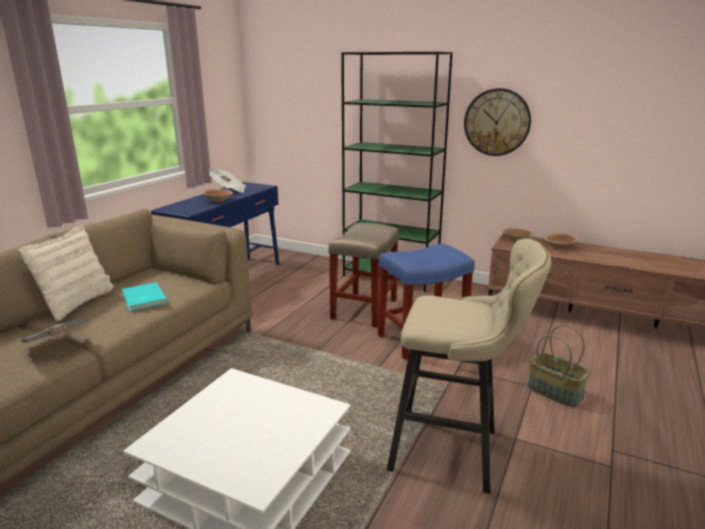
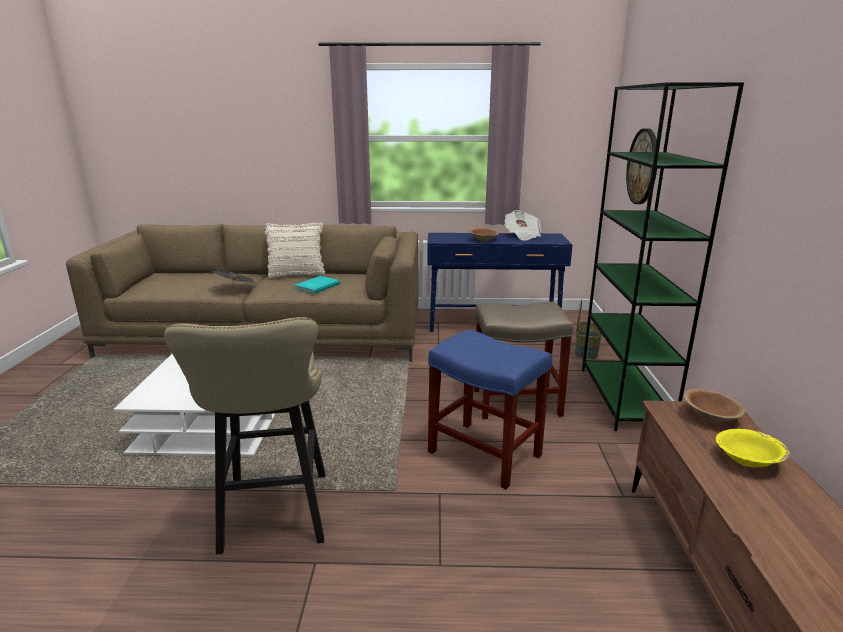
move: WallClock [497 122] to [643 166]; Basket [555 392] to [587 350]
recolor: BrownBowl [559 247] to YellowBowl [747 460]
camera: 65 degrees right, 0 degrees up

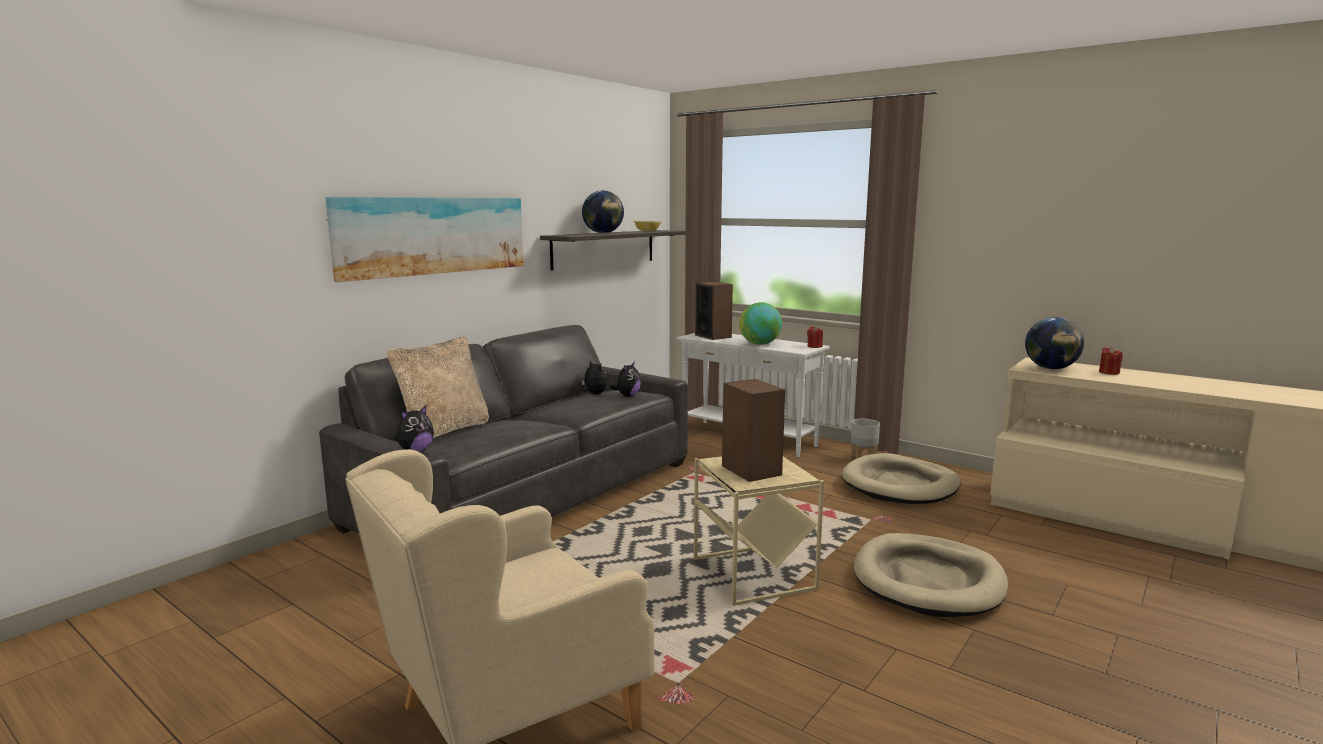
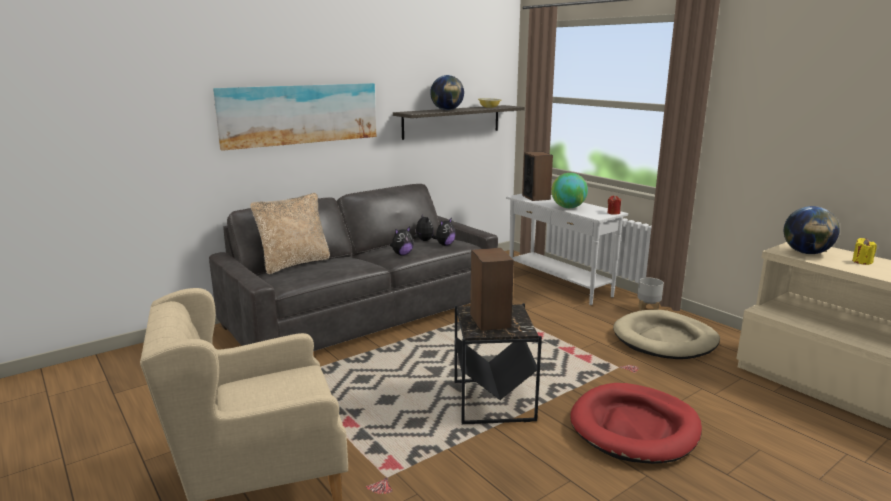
move: PlushToy [415 451] to [402 254]
recolor: BeigeSideTable [753 575] to BlackSideTable [492 401]; BeigeDogBed [928 580] to RedDogBed [634 427]; RedCandle [1109 372] to YellowCandle [862 262]
camera: 15 degrees right, 5 degrees up

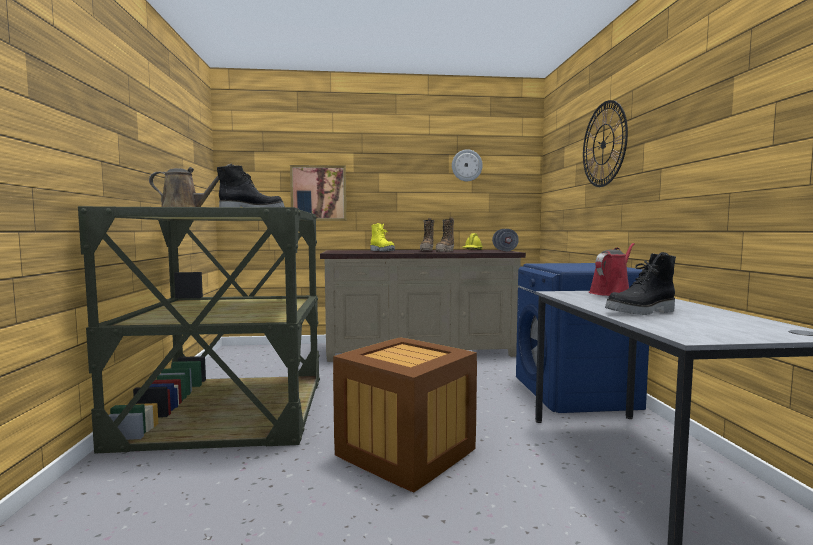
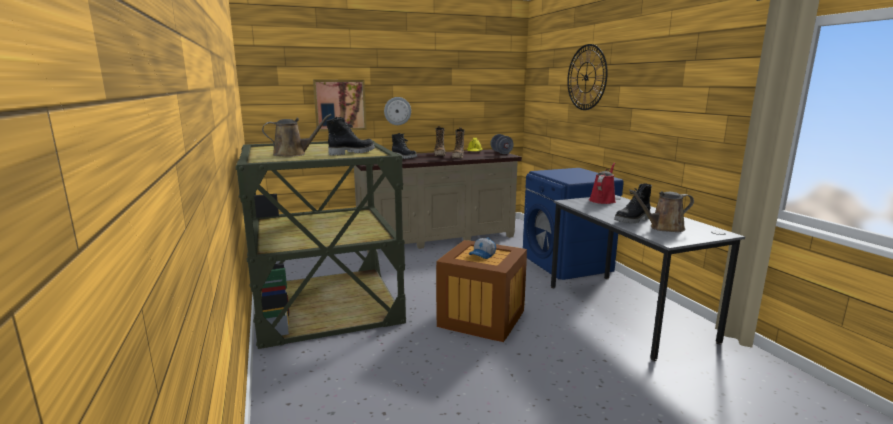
insert: Cap [483 255]; BrownWateringCan [663 228]
move: WallClock [466 165] to [397 111]
recolor: YellowBoot [383 251] to BlackBoot [404 157]
camera: 15 degrees left, 10 degrees up

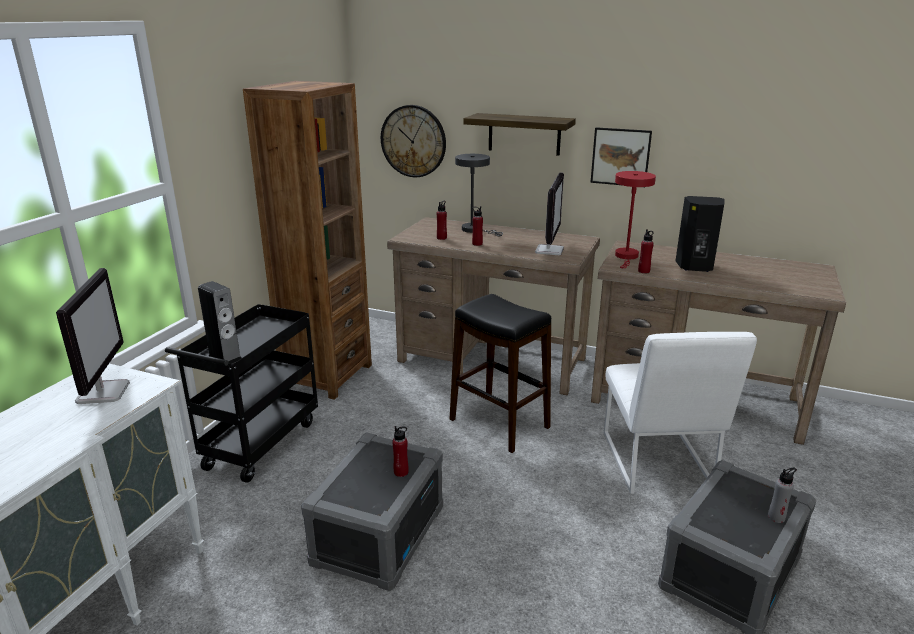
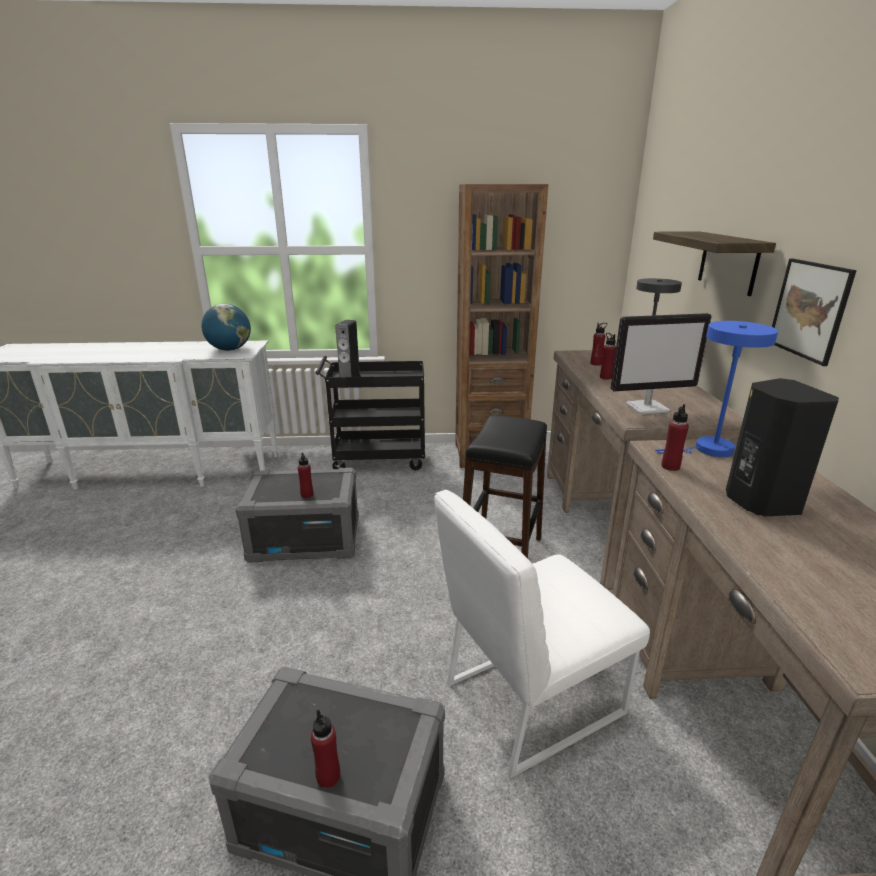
delete: WallClock [413 141]
replace: Monitor [103 392] to Globe [229 349]
recolor: RedTableLamp [626 257] to BlueTableLamp [708 450]; GreyBottle [776 517] to RedBottle [328 776]
camera: 65 degrees right, 0 degrees up

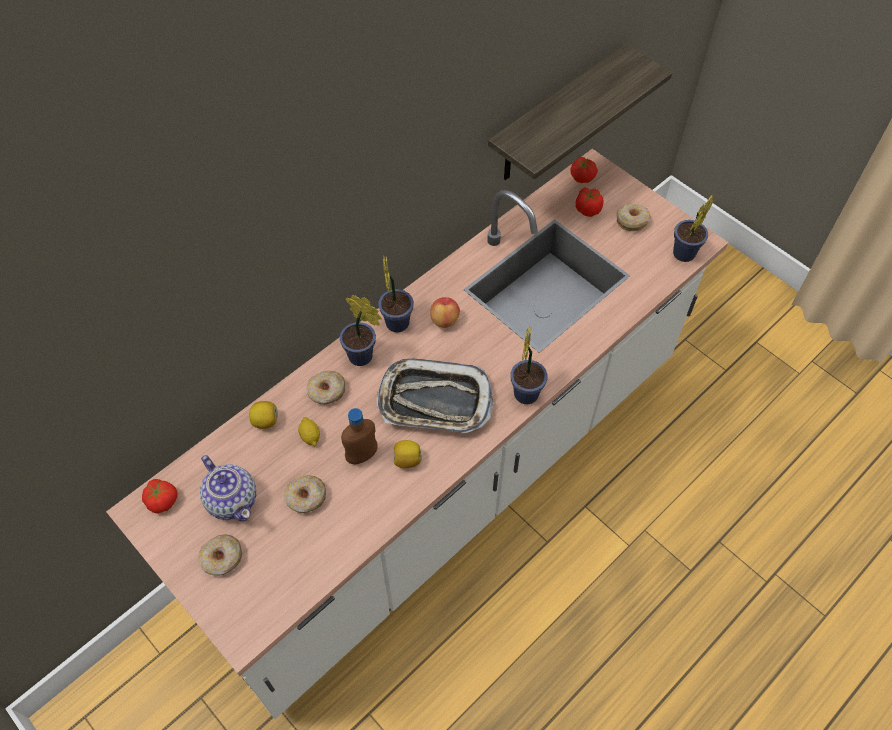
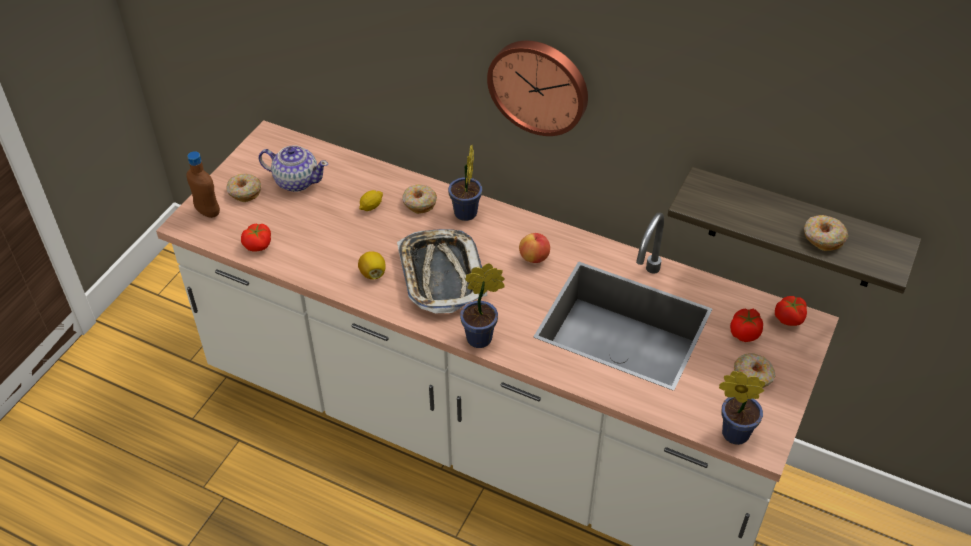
delete: Lemon [265 421]; PottedPlant [397 320]
insert: WallClock [539 85]
move: Tomato [162 500] to [258 245]; Donut [306 498] to [823 238]; BrownBottle [362 455] to [208 212]
rotate: Teapot [232 499] = [296 181] 105 degrees counterclockwise
camera: 70 degrees right, 10 degrees down

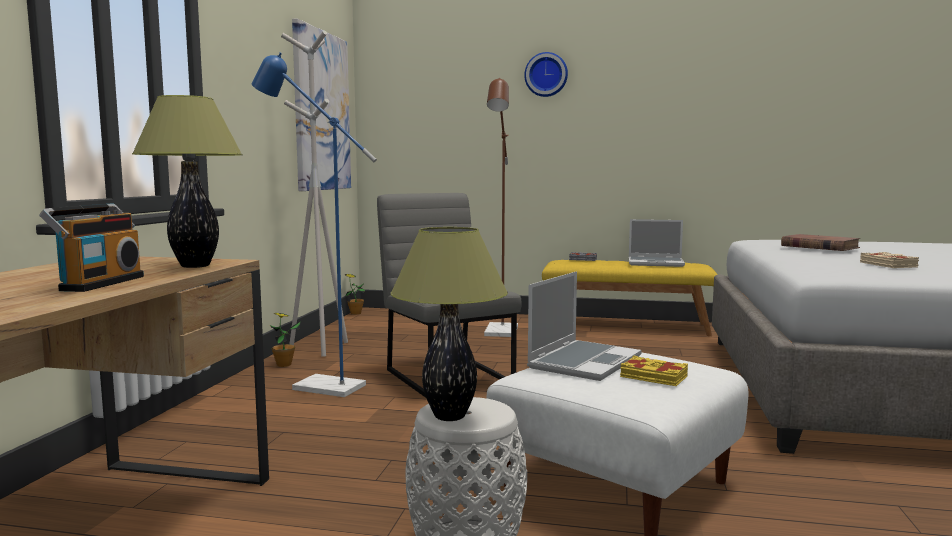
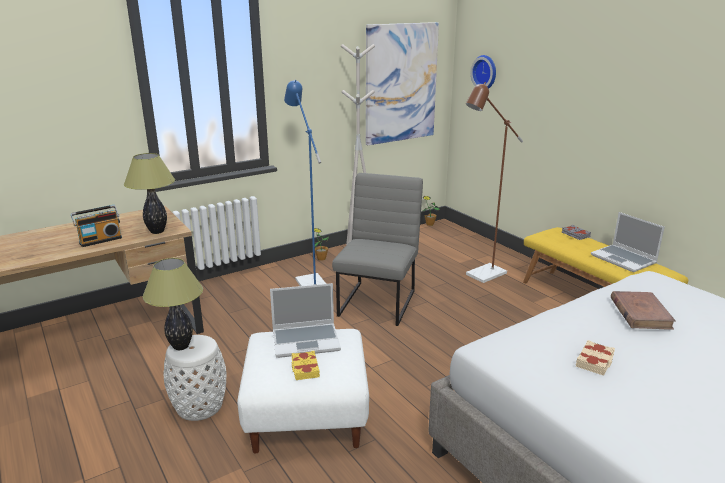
move: WallClock [546 75] to [485 72]
camera: 45 degrees right, 15 degrees up

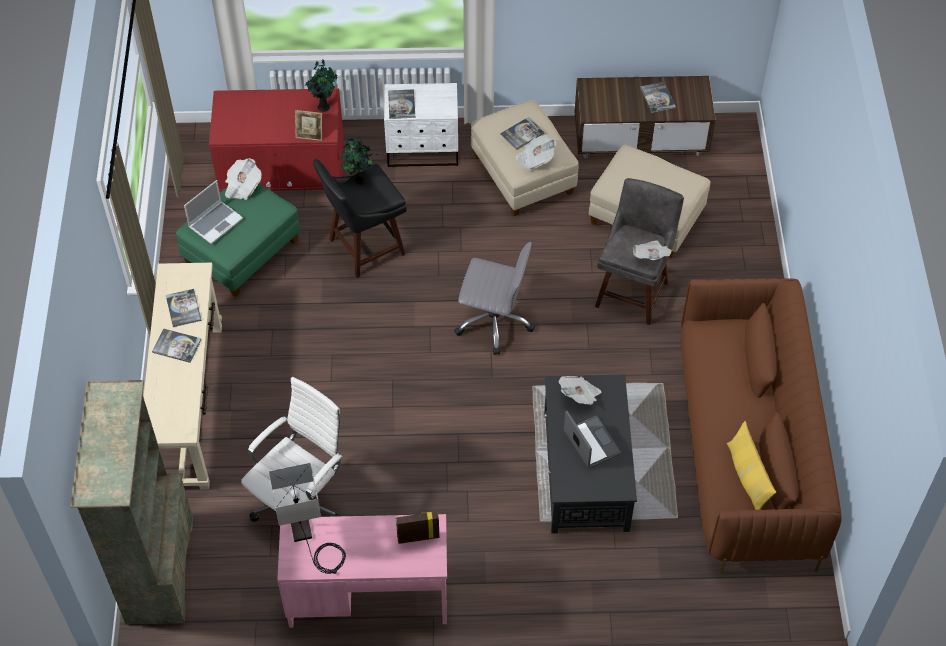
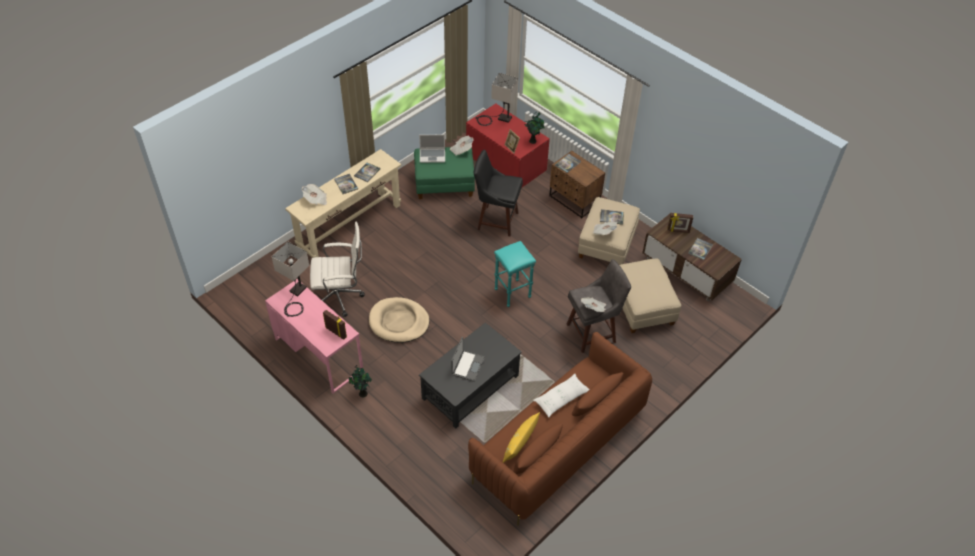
delete: GreenBookcase [159 569]
insert: BeigeDogBed [399 322]; TableLamp [496 119]; WhitePillow [561 398]; PictureFrame [678 231]
move: PottedPlant [359 180] to [362 393]; Newspaper [579 396] to [316 200]
replace: GreyOfficeChair [494 321] to TurquoiseStool [512 293]
recolor: WhiteNightstand [423 150] to BrownNightstand [574 200]
camera: 45 degrees right, 5 degrees down

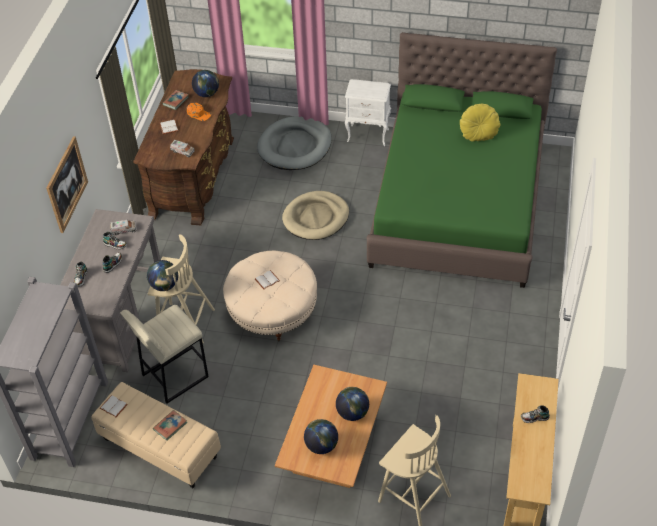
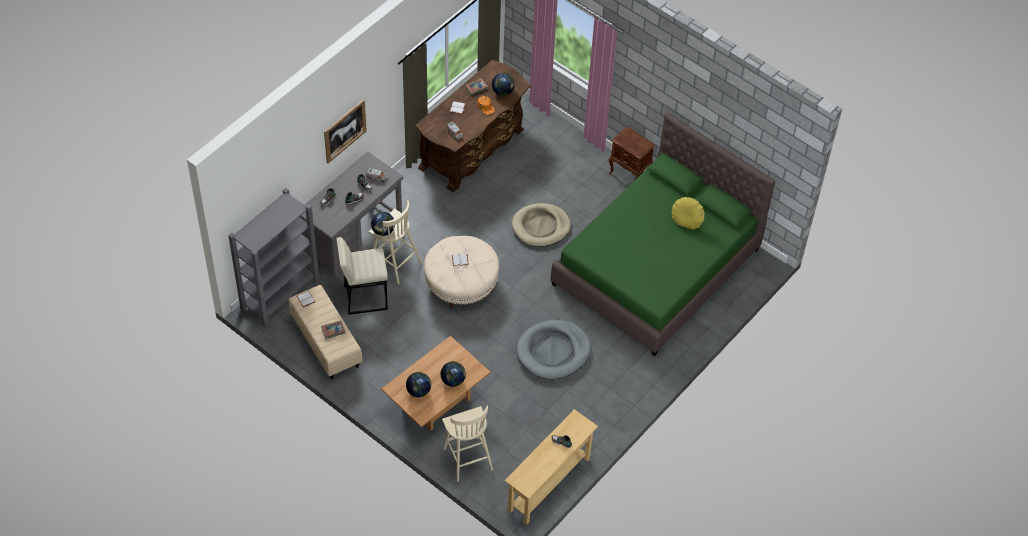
move: GreyDogBed [295 146] to [553 351]
recolor: WhiteNightstand [368 135] to BrownNightstand [629 176]
camera: 25 degrees right, 5 degrees up

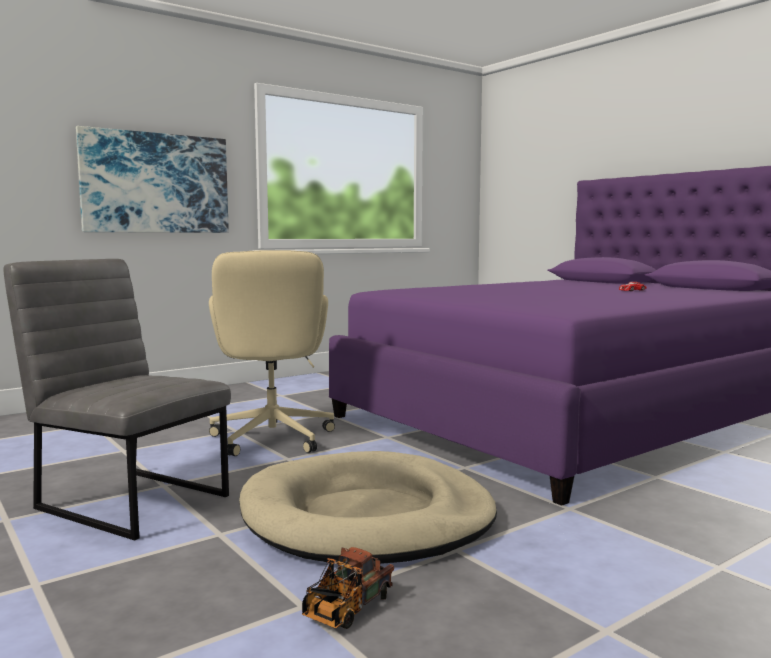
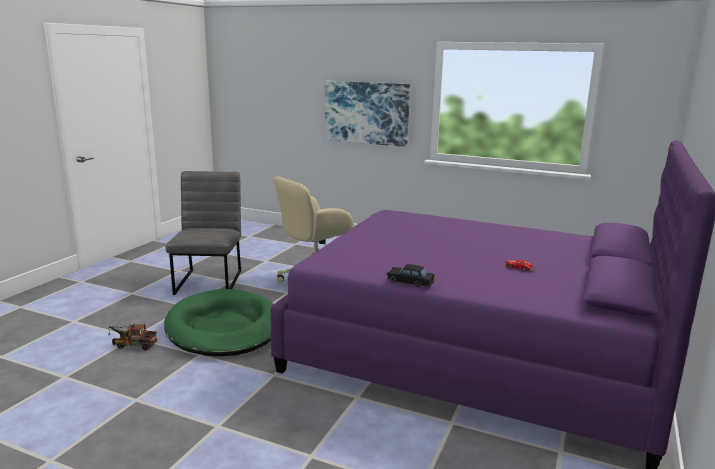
insert: BlackToyCar [410 282]
recolor: BeigeDogBed [367 517] to GreenDogBed [224 328]
camera: 60 degrees right, 10 degrees up

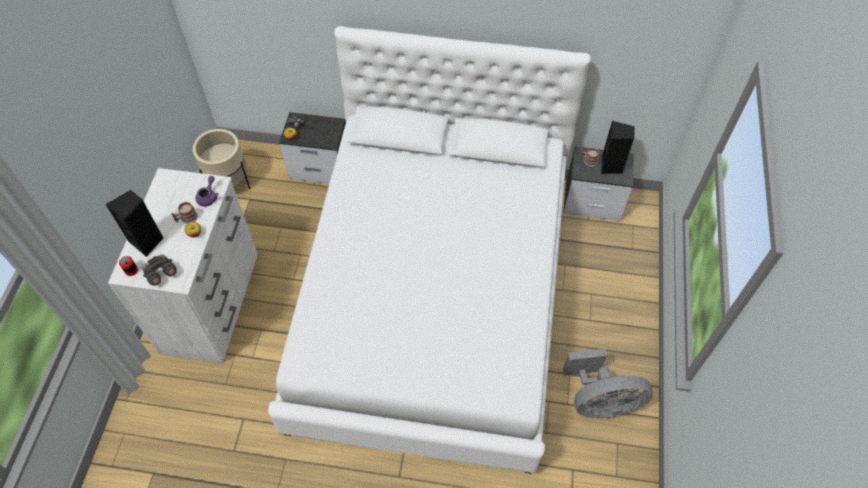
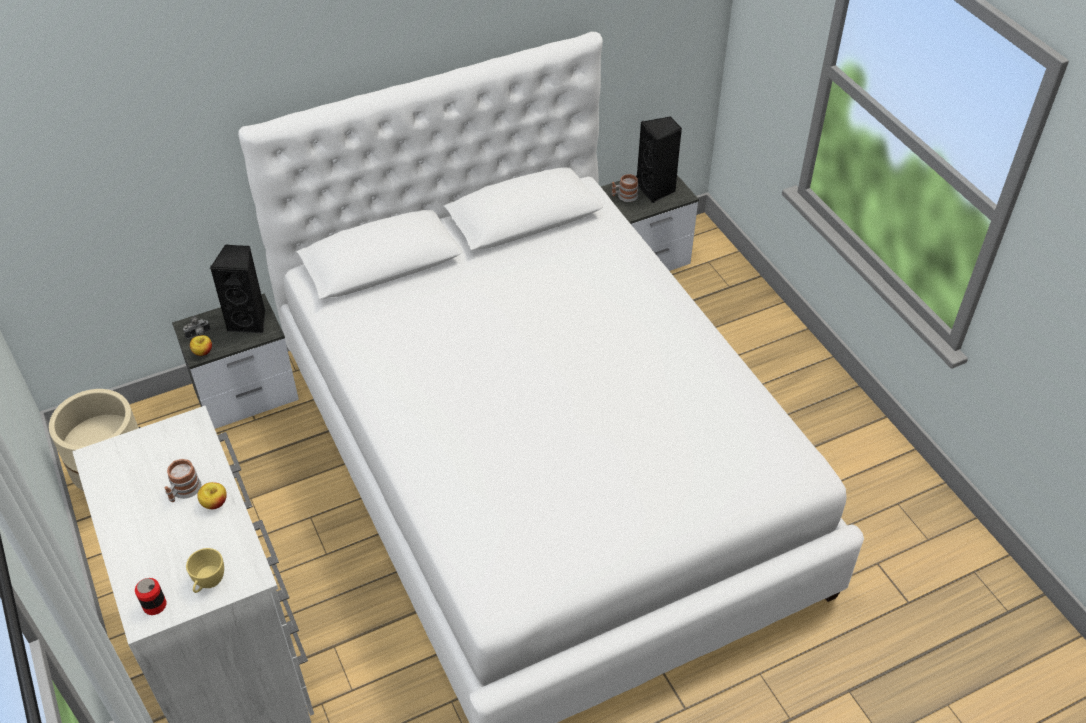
delete: PurpleTeapot [208 197]; GreyFan [600 402]
move: BlackSpeaker [147 241] to [249 321]
replace: GreyBinoculars [160 274] to YellowCup [208 583]
camera: 35 degrees left, 10 degrees down

